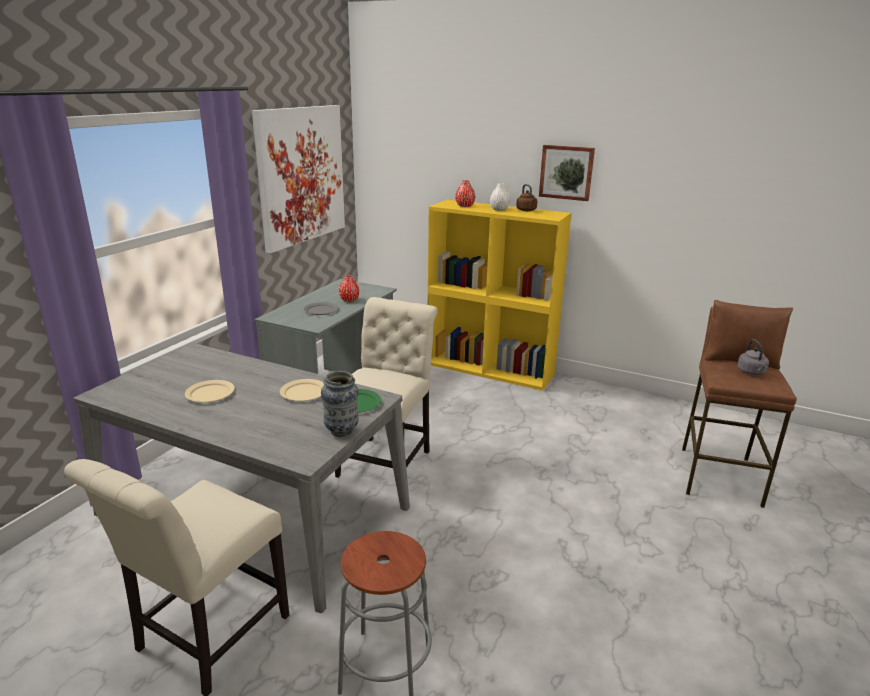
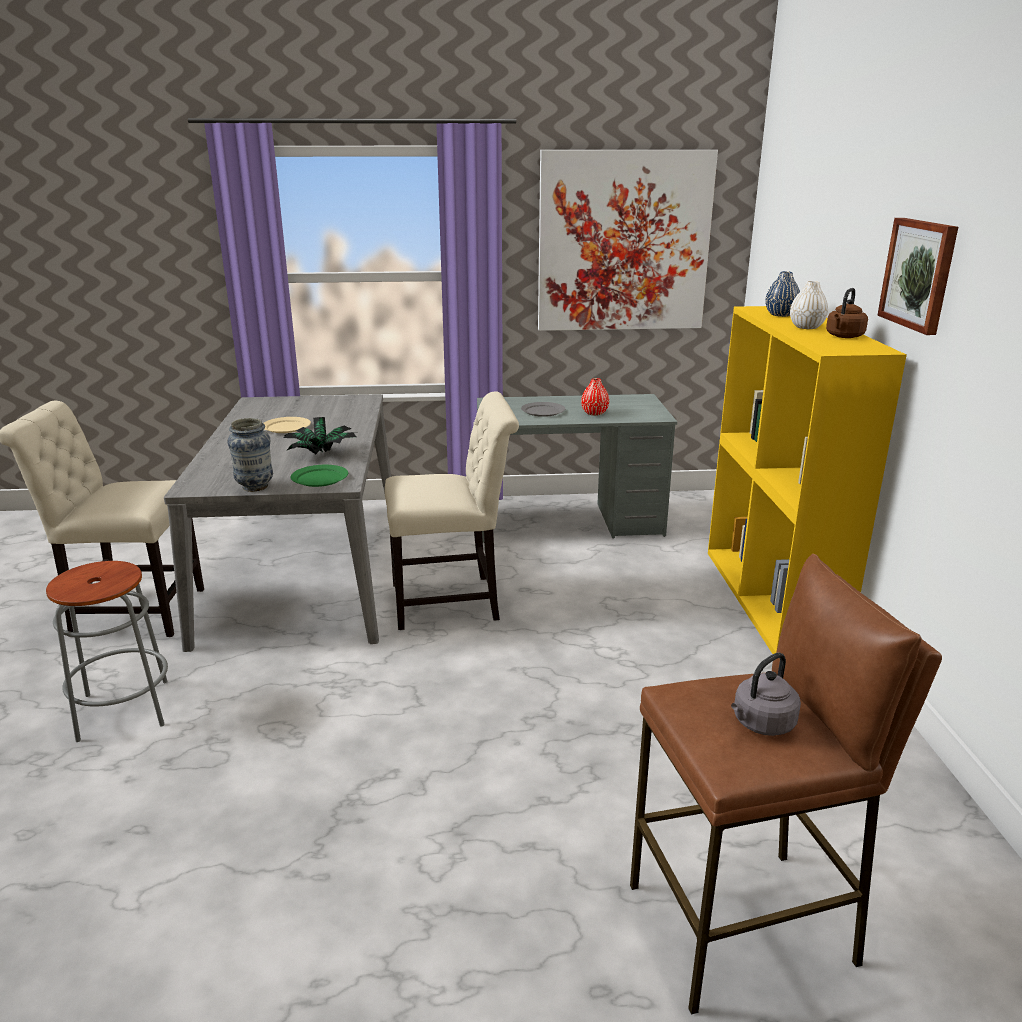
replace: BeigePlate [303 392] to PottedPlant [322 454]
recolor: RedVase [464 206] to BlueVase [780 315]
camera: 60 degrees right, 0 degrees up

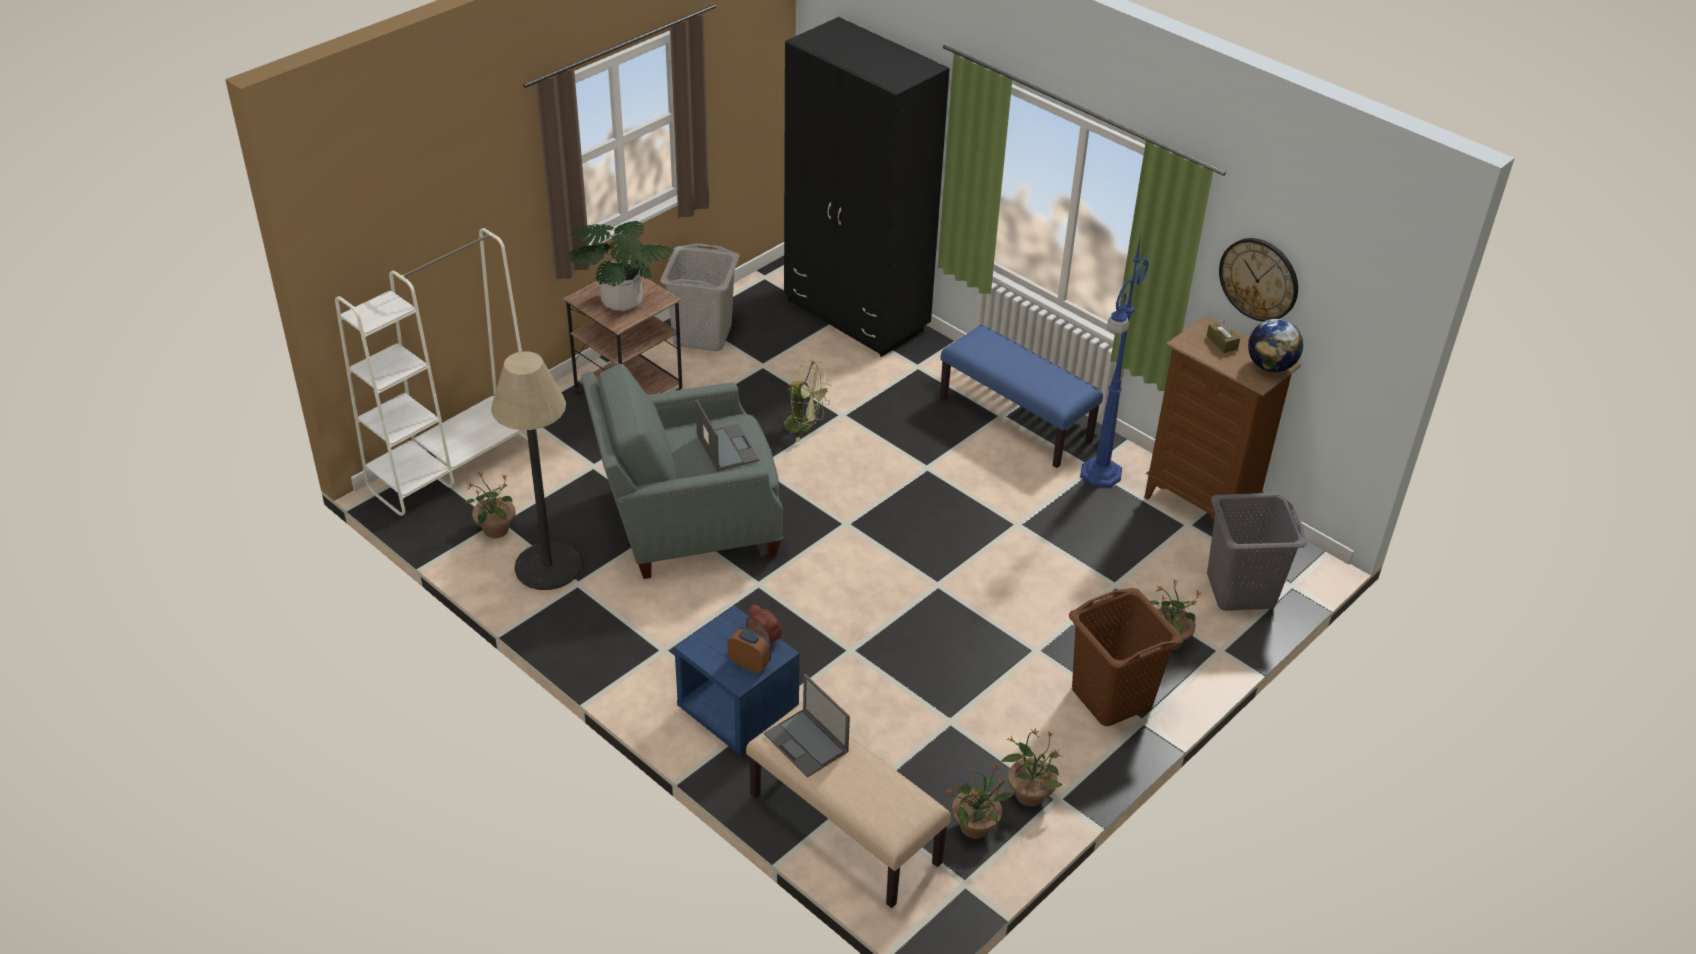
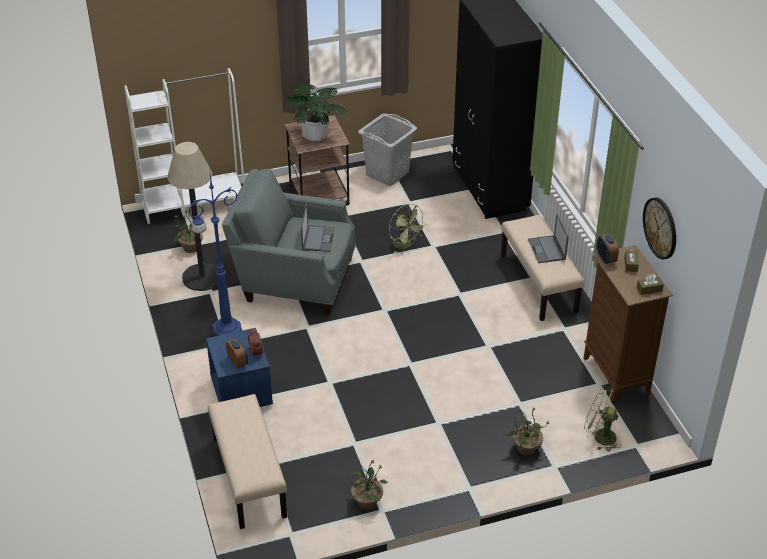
delete: PottedPlant [976 826]; BrownLaundryBasket [1112 697]
insert: AlarmClock [605 258]
move: Laptop [807 743] to [547 250]; BlueFloorLamp [1099 474] to [225 329]
replace: GreyLaundryBasket [1241 591] to GreenFan [599 436]; Globe [1270 366] to BrownTissueBox [649 289]
recolor: BlueBench [1016 420] to BeigeBench [539 284]
camera: 30 degrees right, 0 degrees up

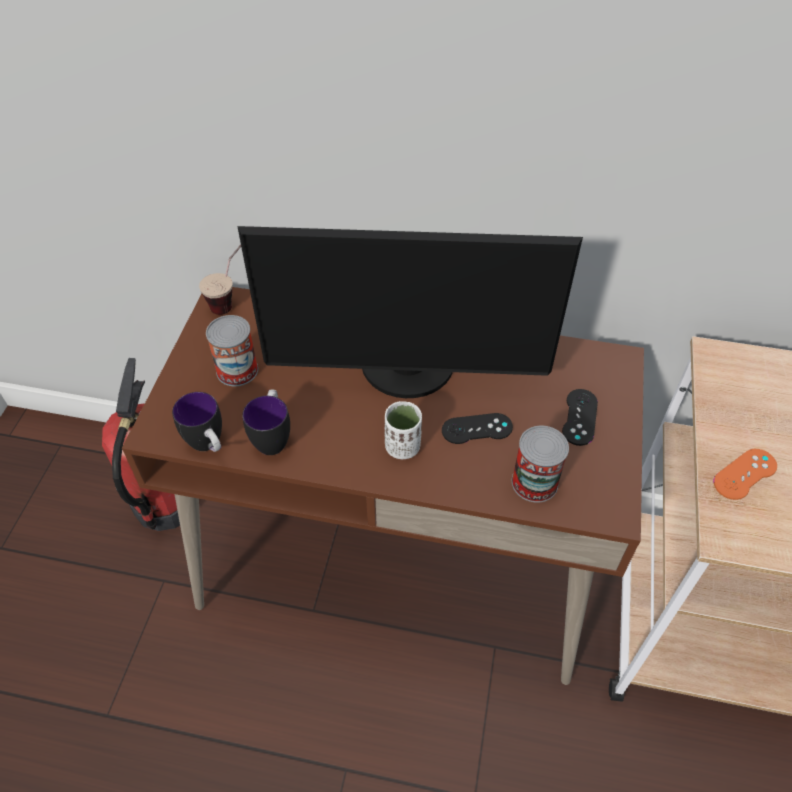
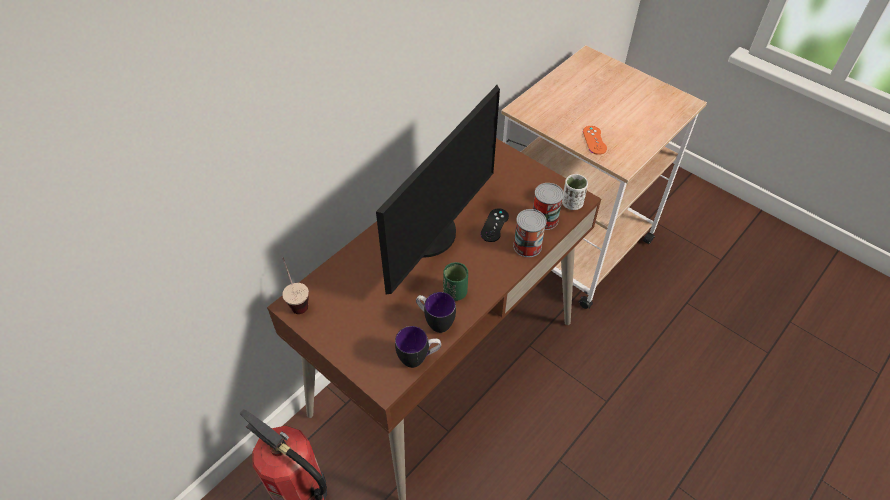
delete: BlackGameController [579 417]
insert: GreenCup [455 292]
move: Can [237 370] to [527 246]; WhiteCup [402 447] to [572 203]
camera: 60 degrees left, 0 degrees up

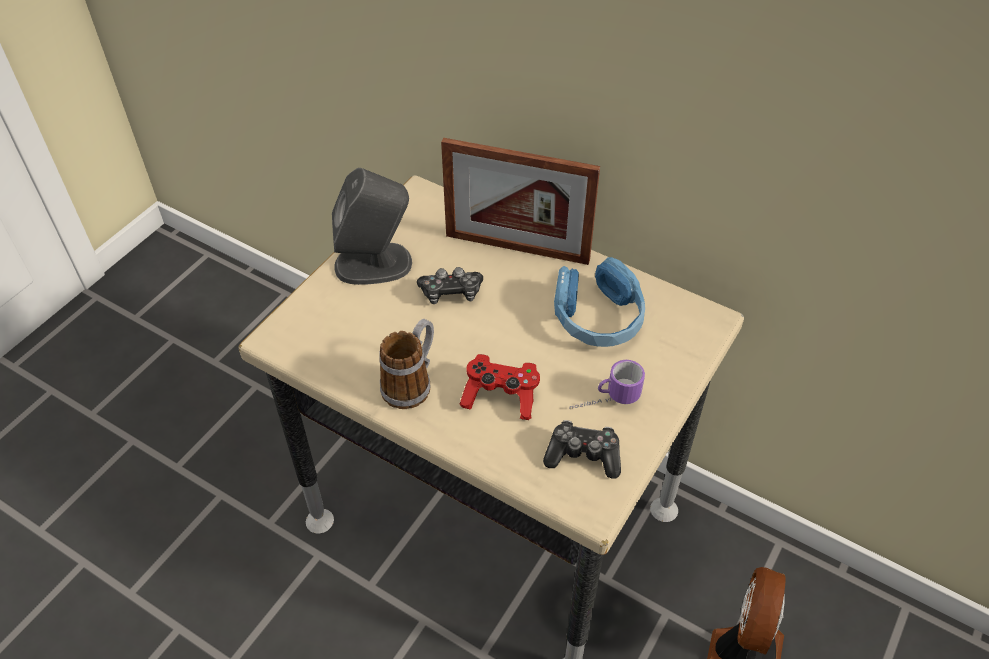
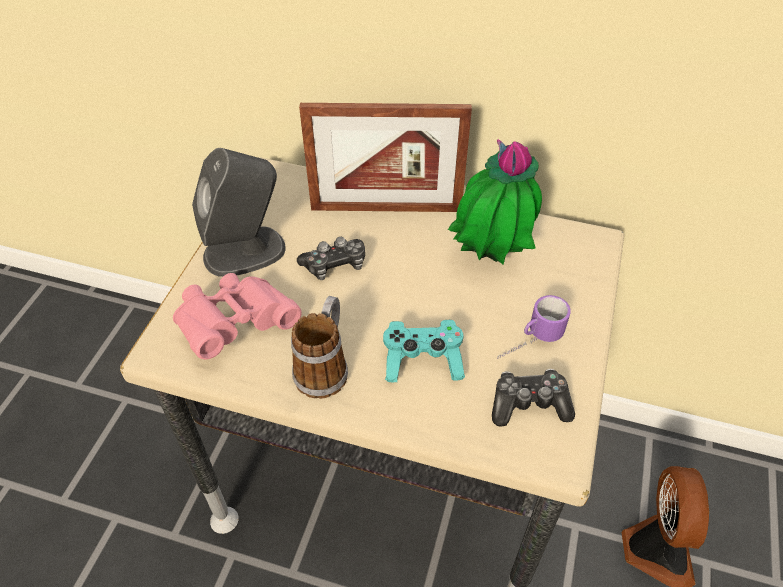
insert: PinkBinoculars [236 324]
replace: BlueHeadphones [597 317] to PottedPlant [489 260]
recolor: RedGameController [501 396] to TurquoiseGameController [422 360]
camera: 15 degrees left, 0 degrees up

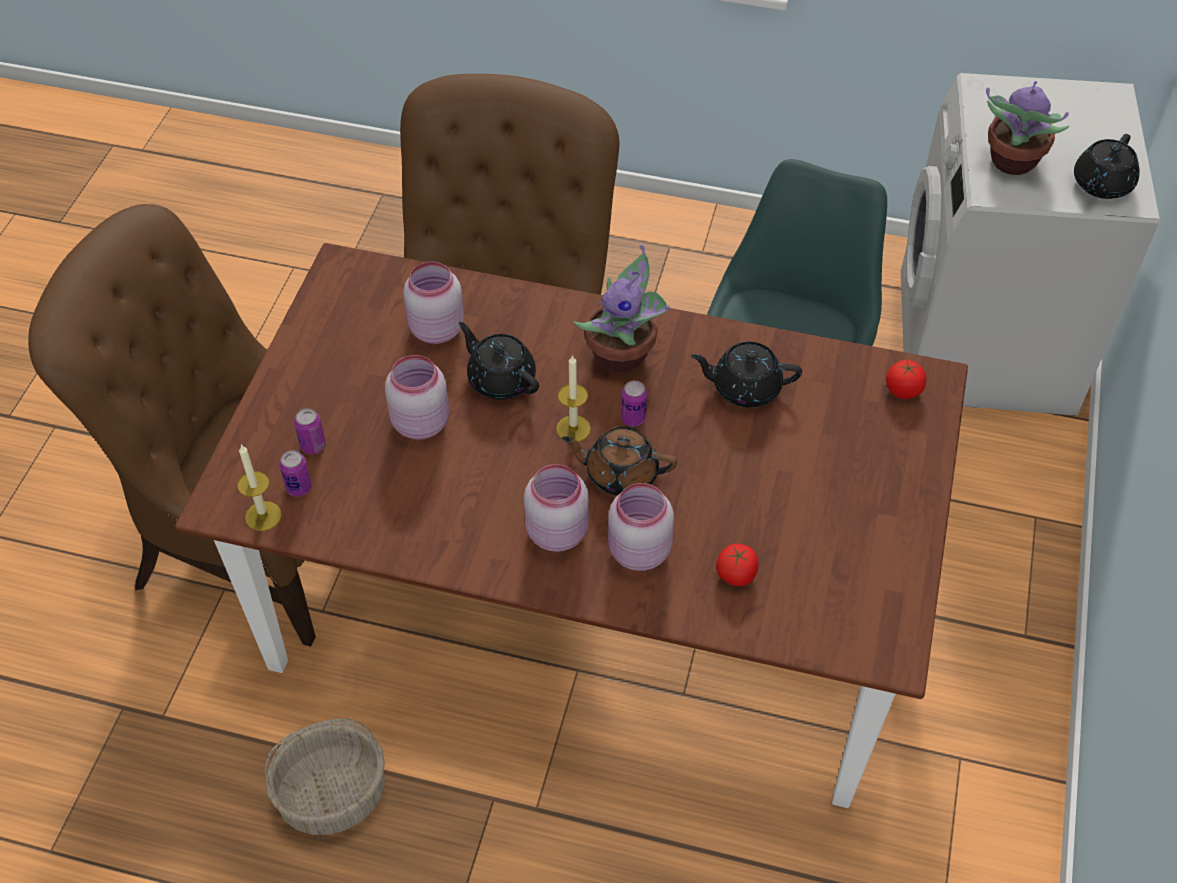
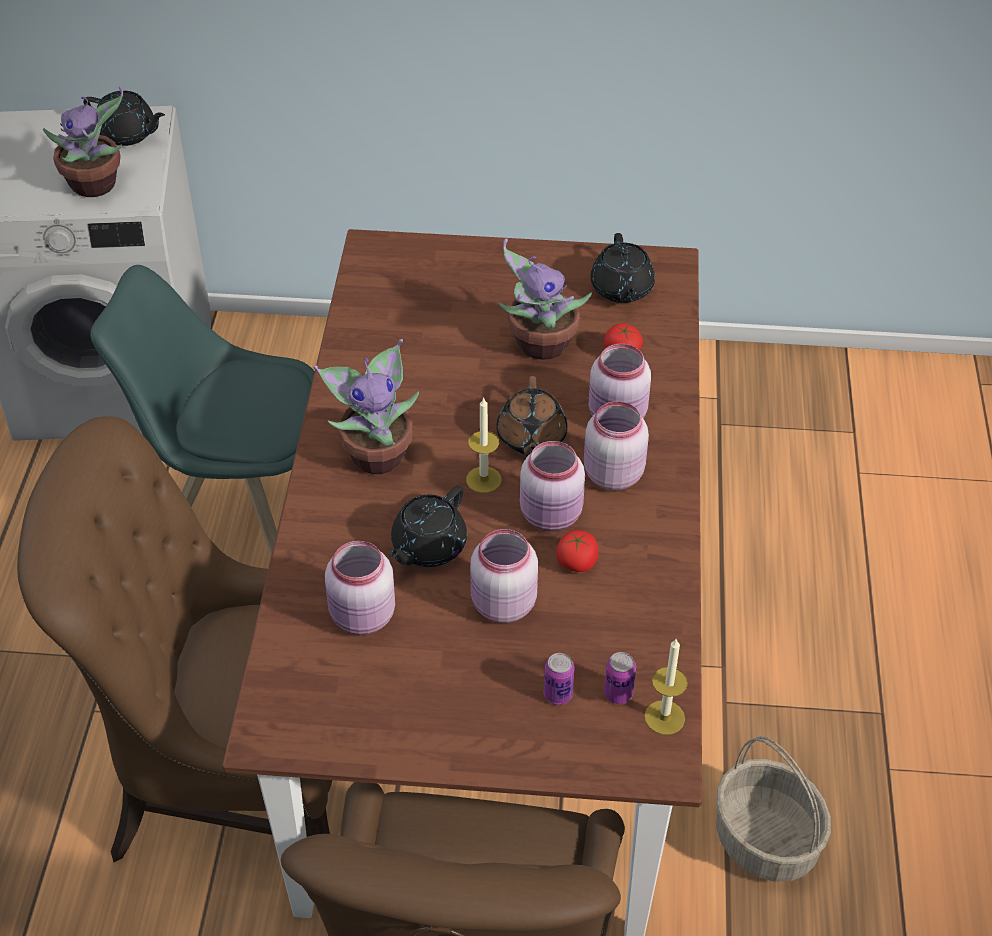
delete: Can [633 418]
insert: PottedPlant [539 344]; PinkJar [552 516]
move: BlackTeapot [744 387] to [621 289]; Tomato [903 389] to [577 562]
camera: 100 degrees left, 5 degrees down

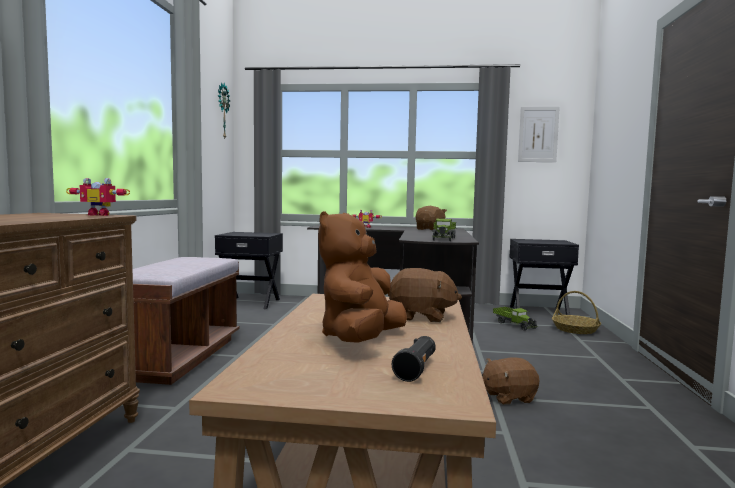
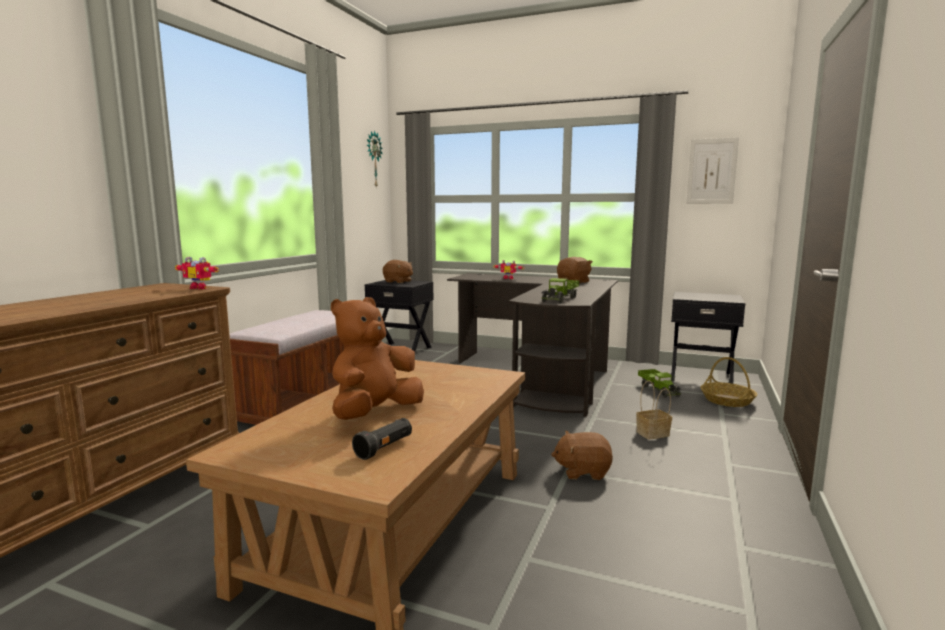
insert: Basket [652 434]
move: BrownPlushToy [421 317] to [398 281]
camera: 15 degrees right, 5 degrees up

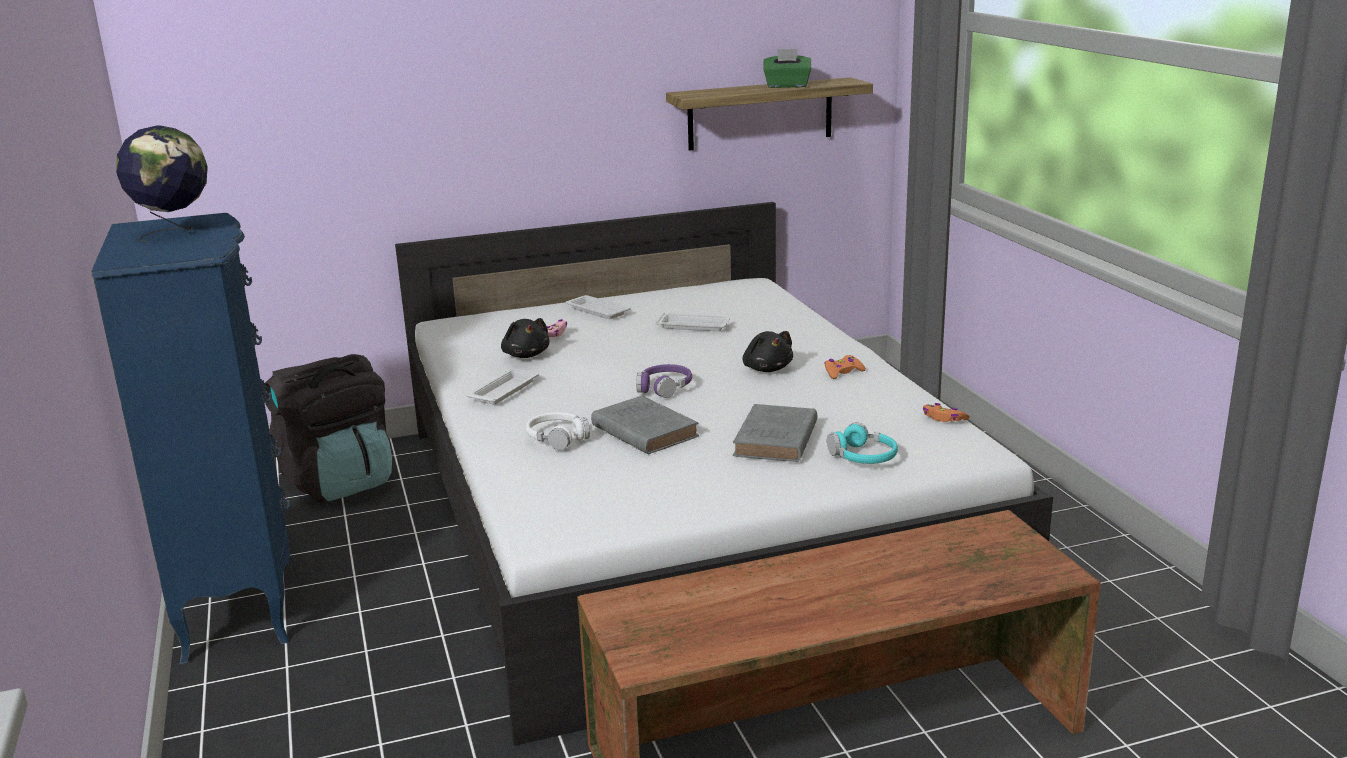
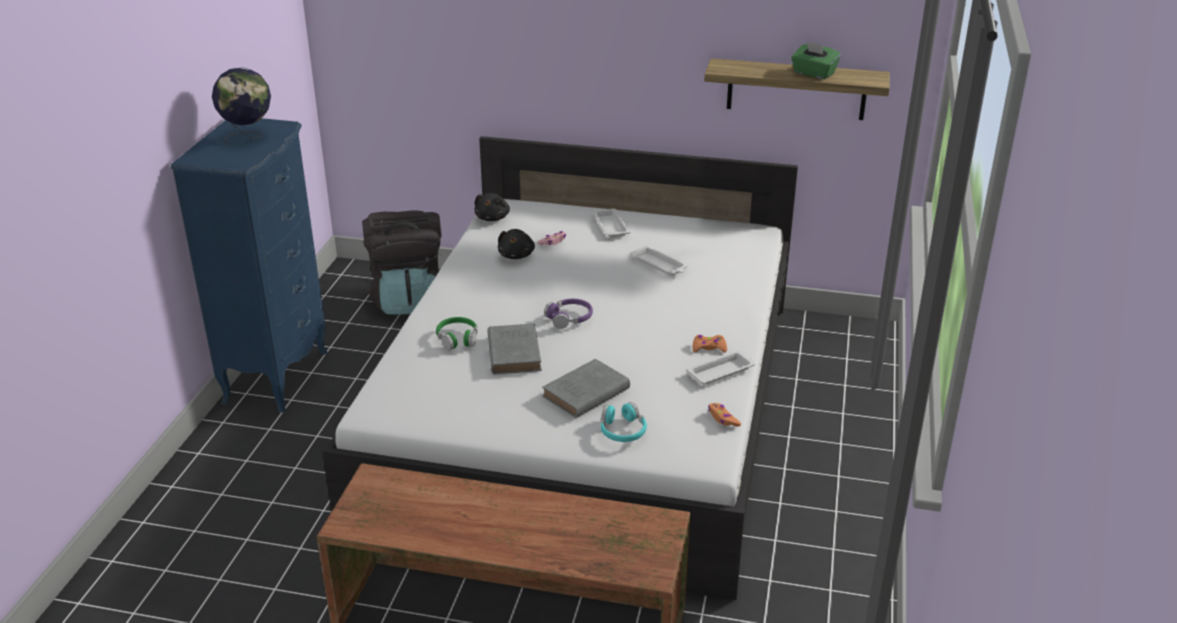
move: WhiteTray [505 390] to [721 371]; BlackPlushToy [767 369] to [492 218]
recolor: WhiteHeadphones [557 438] to GreenHeadphones [457 338]
camera: 30 degrees right, 10 degrees up

